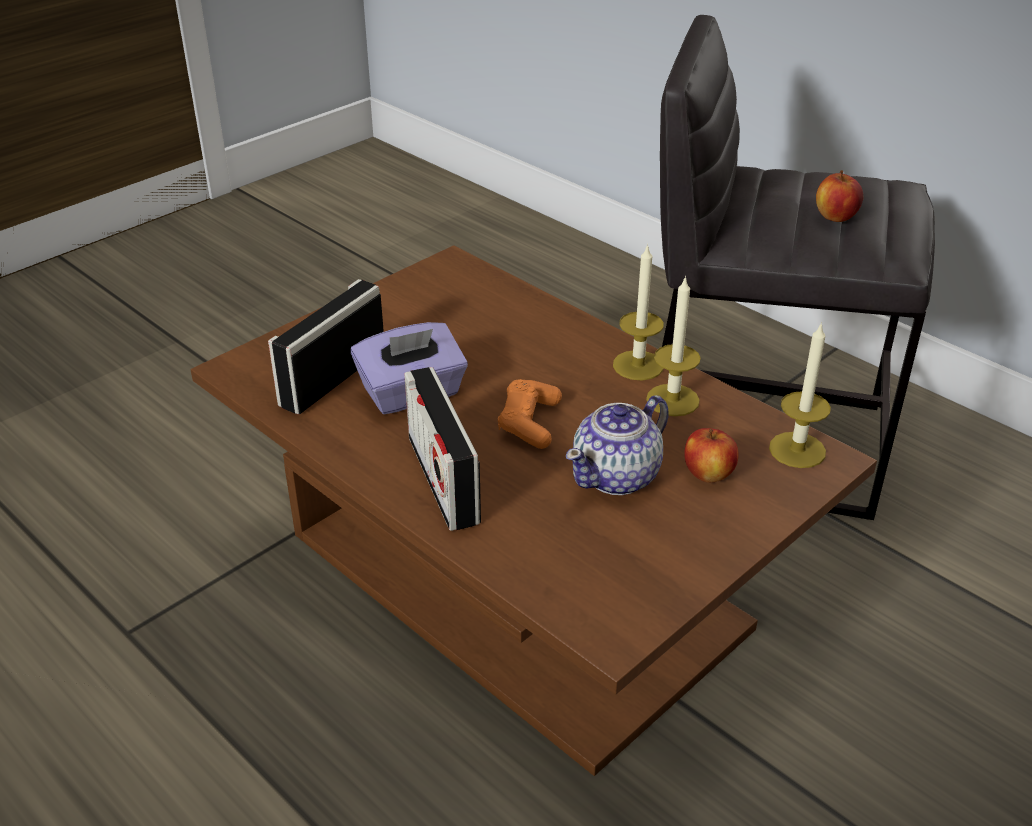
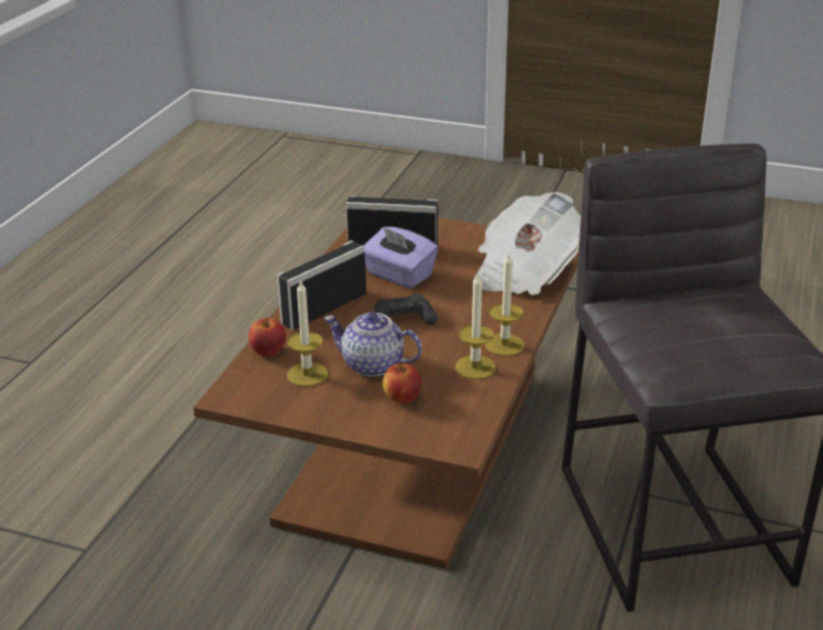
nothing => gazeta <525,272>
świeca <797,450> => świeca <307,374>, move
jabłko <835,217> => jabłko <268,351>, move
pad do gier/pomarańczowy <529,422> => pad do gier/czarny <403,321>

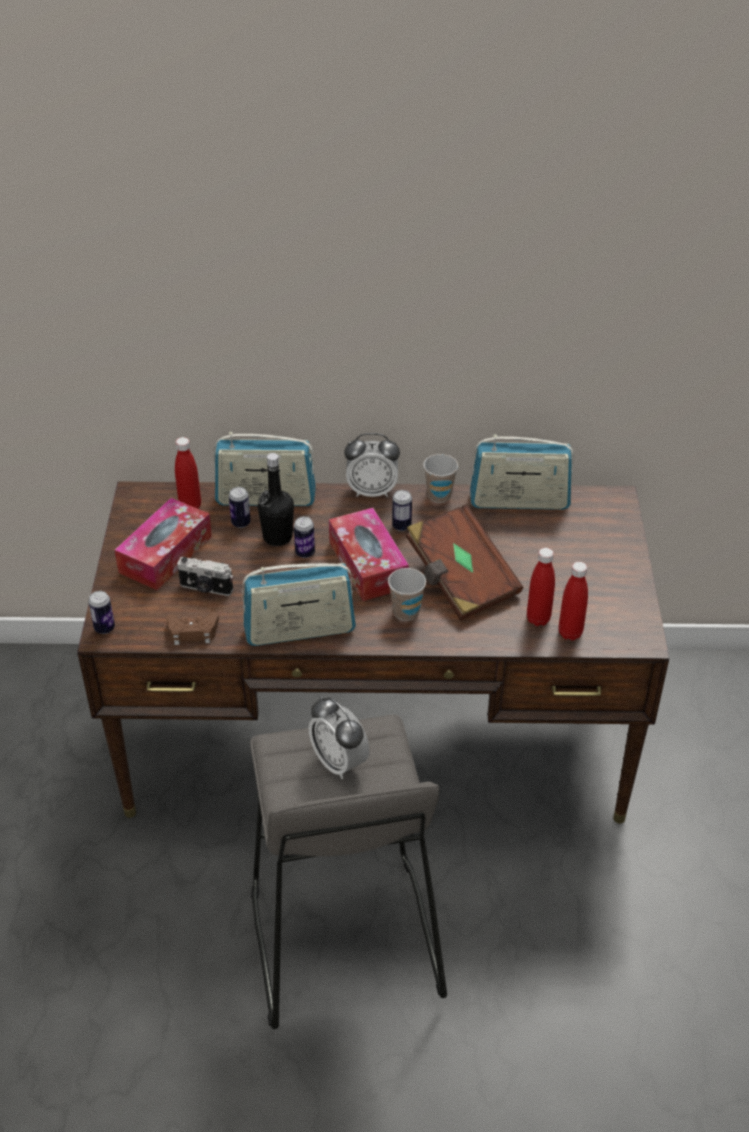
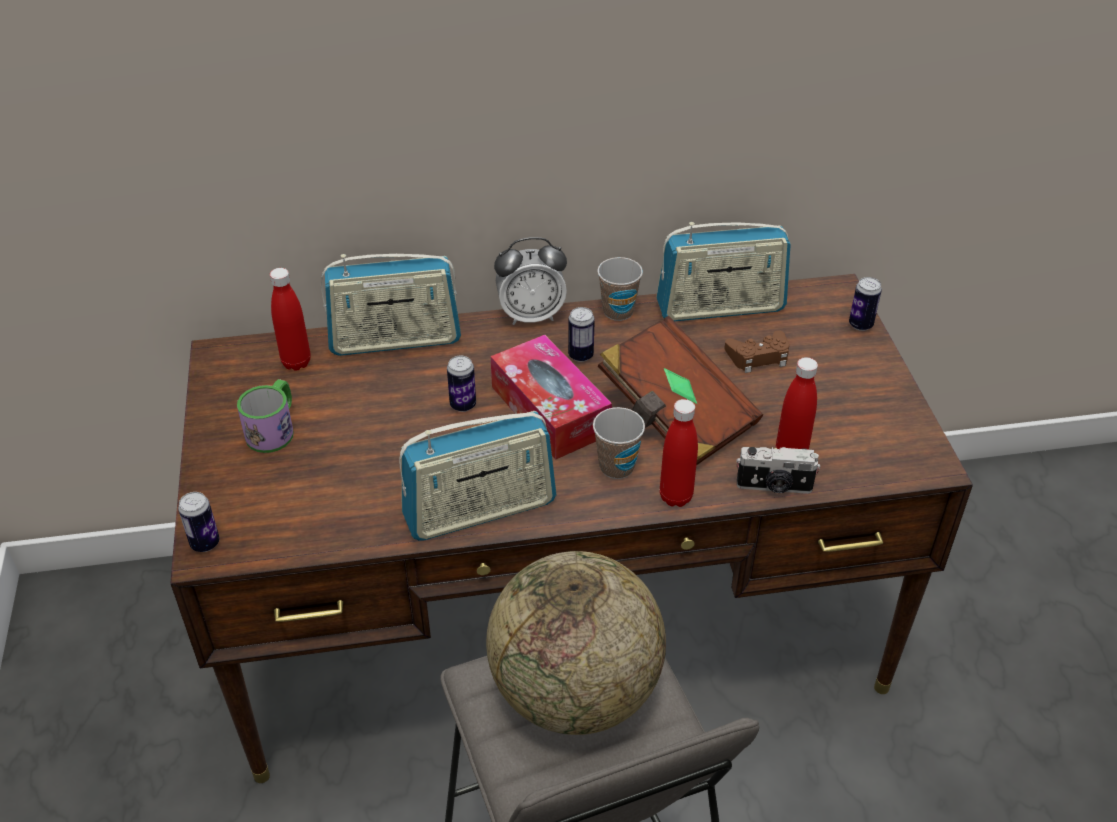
butelka/czarny <277,537> => nothing
pad do gier/brązowy <192,632> => pad do gier/brązowy <758,357>, move
aparat fotograficzny <206,589> => aparat fotograficzny <774,487>, move
puszka <241,523> => puszka <860,325>, move
butelka/czerwony <570,633> => butelka/czerwony <675,497>, move
pudełko chusteczek <165,554> => kubek <274,429>
budzik <339,762> => globus <575,692>

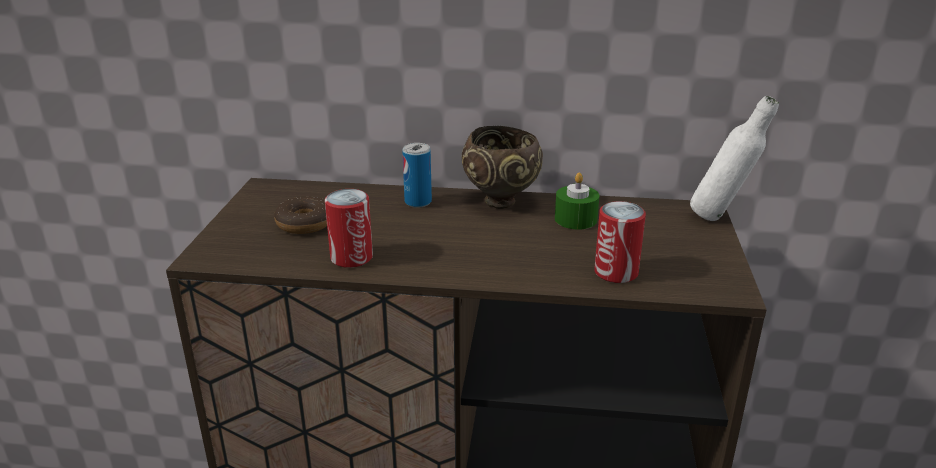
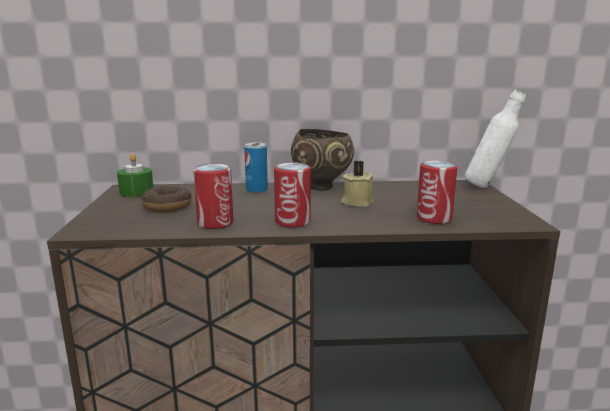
nothing => puszka <292,221>
nothing => świeca/beżowy <357,202>
świeca/zielony <575,219> => świeca/zielony <136,192>, move

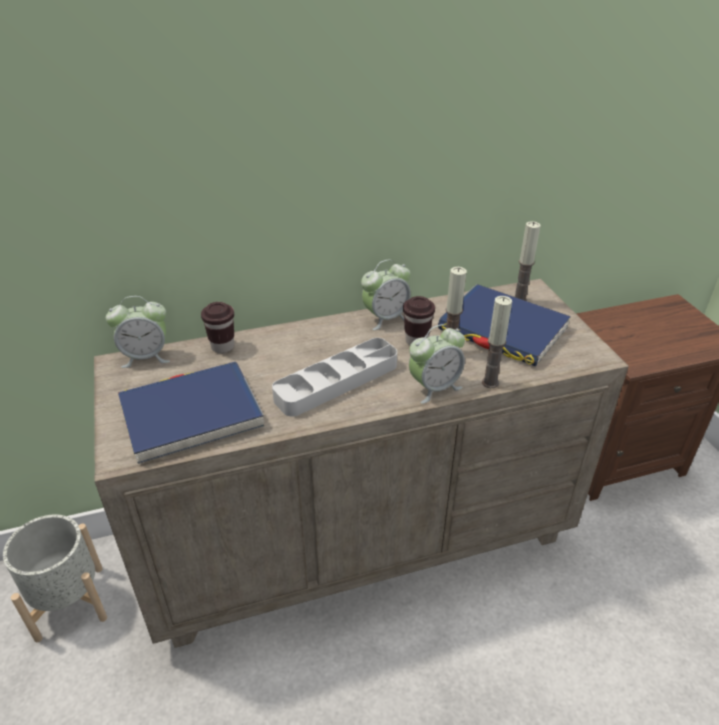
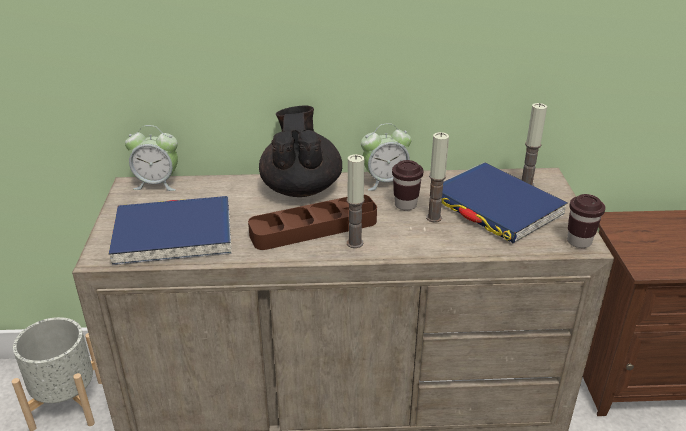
budzik <434,387> => nothing
nothing => imbryk/czarny <301,188>
filiżanka/brązowy <222,347> => filiżanka/brązowy <579,241>, move
świeca <490,382> => świeca <355,243>, move
taca/szary <337,382> => taca/brązowy <314,228>

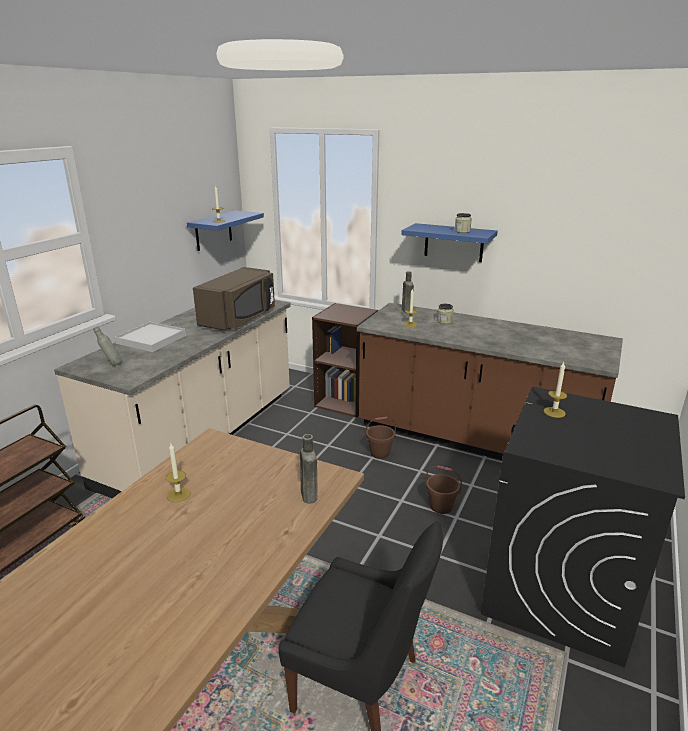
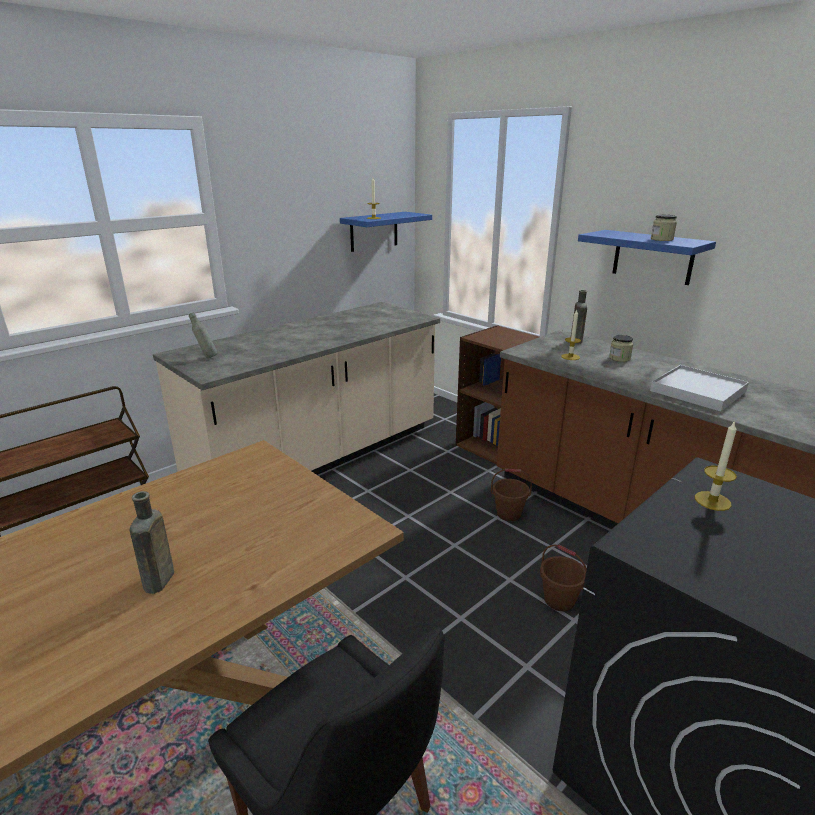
świeca <178,494> => nothing
mikrofalówka/brązowy <239,318> => nothing
taca/biały <151,339> => taca/biały <698,391>, move
butelka/brązowy <309,496> => butelka/brązowy <158,582>, move

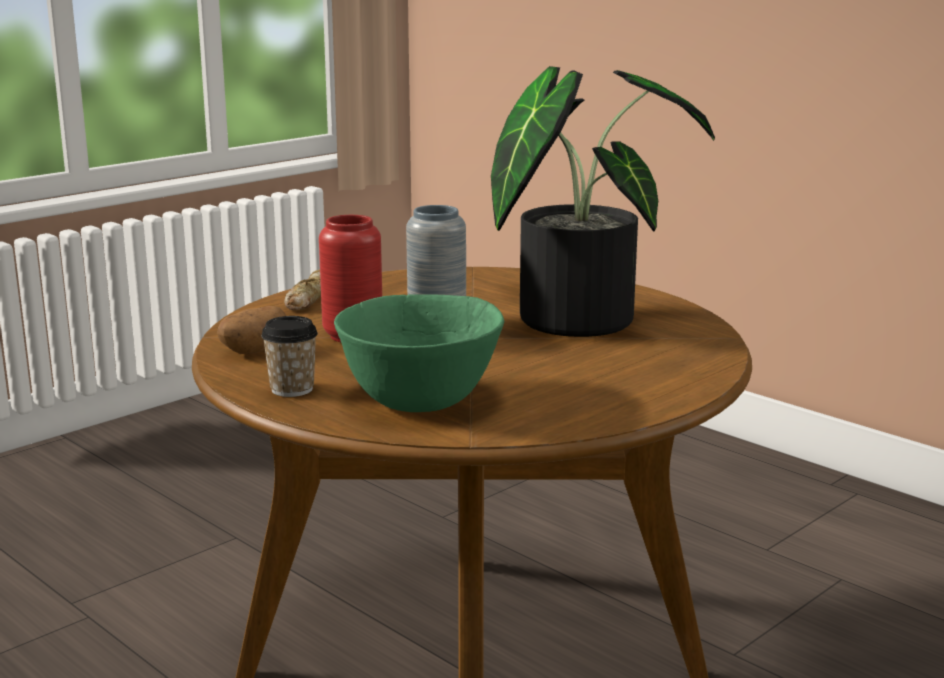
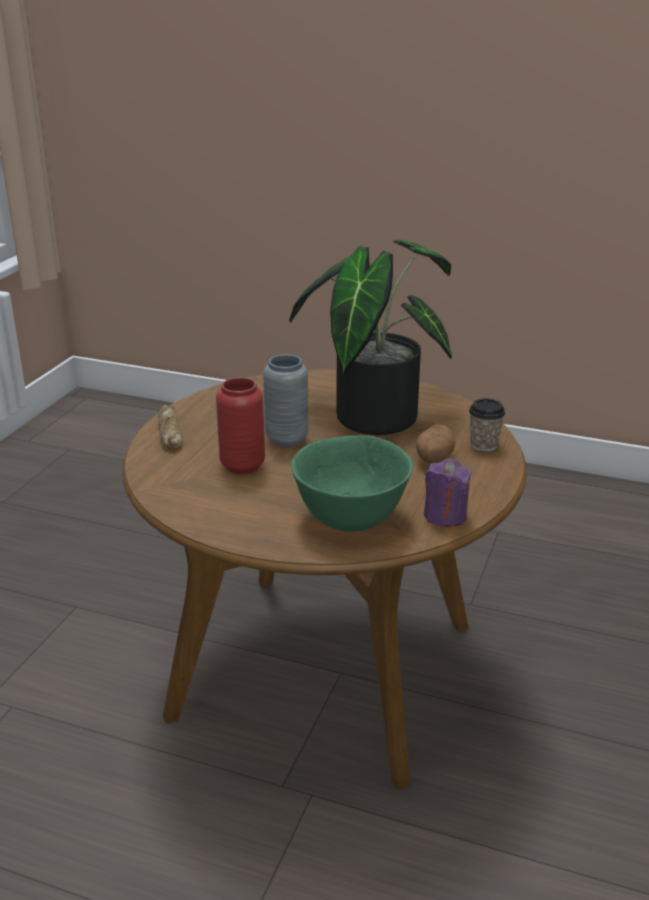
nothing => świeca/fioletowy <445,515>
ziemniak <254,351> => ziemniak <433,459>, move
filiżanka <292,389> => filiżanka <484,445>, move

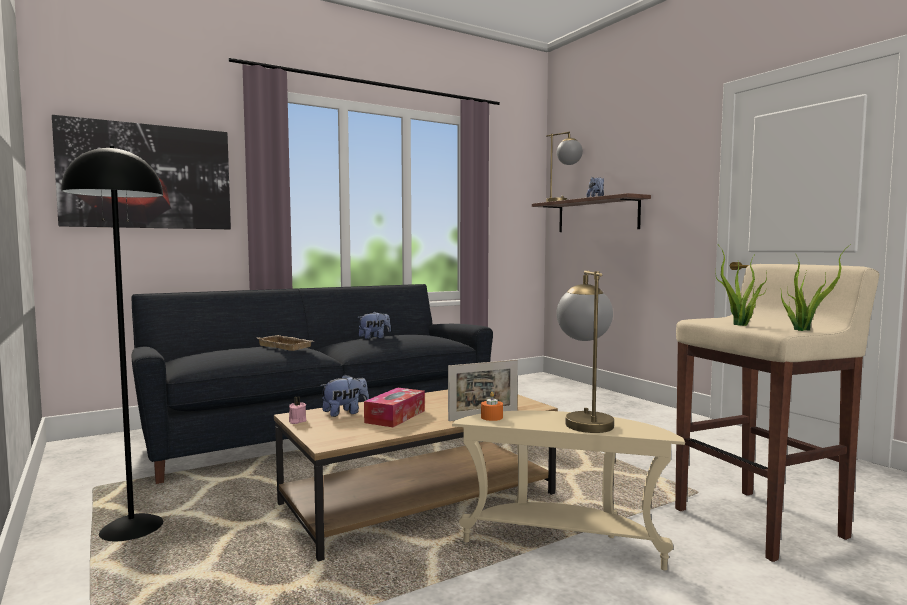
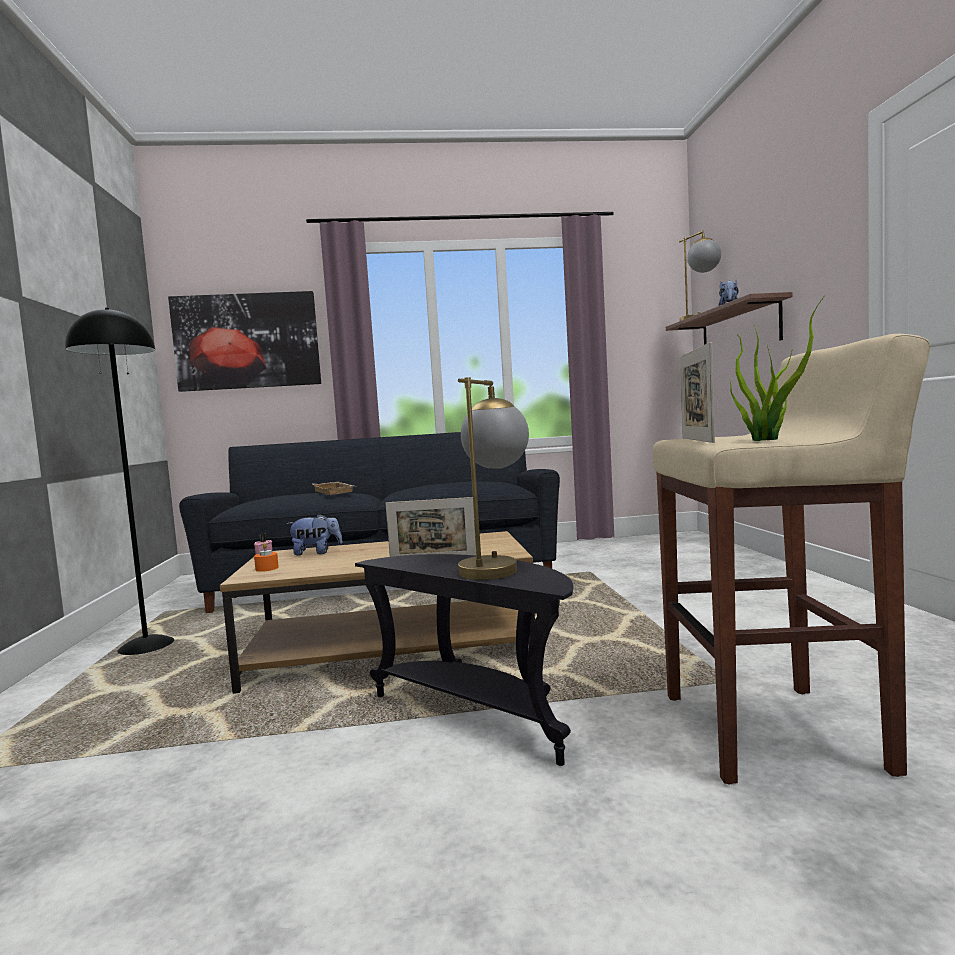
pluszak <374,338> => nothing
pudełko chusteczek <395,416> => nothing
świeca/pomarańczowy <491,417> => świeca/pomarańczowy <267,568>, move
roślina doniczkowa <741,325> => ramka na zdjęcie <697,440>
stolik/beżowy <562,543> => stolik/czarny <477,715>

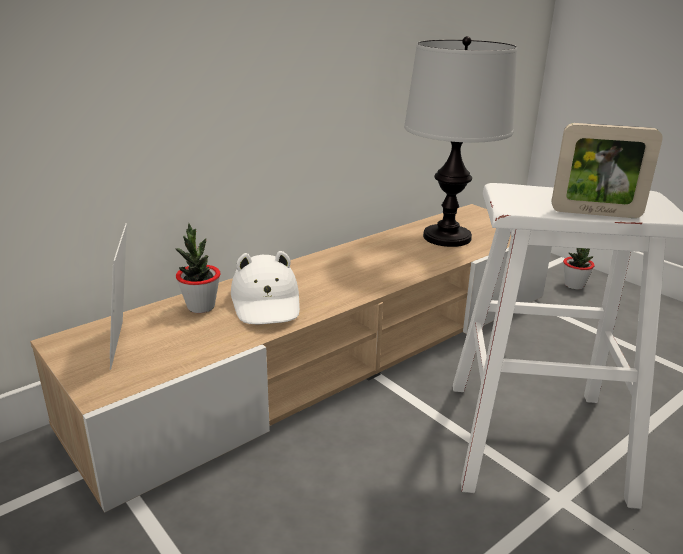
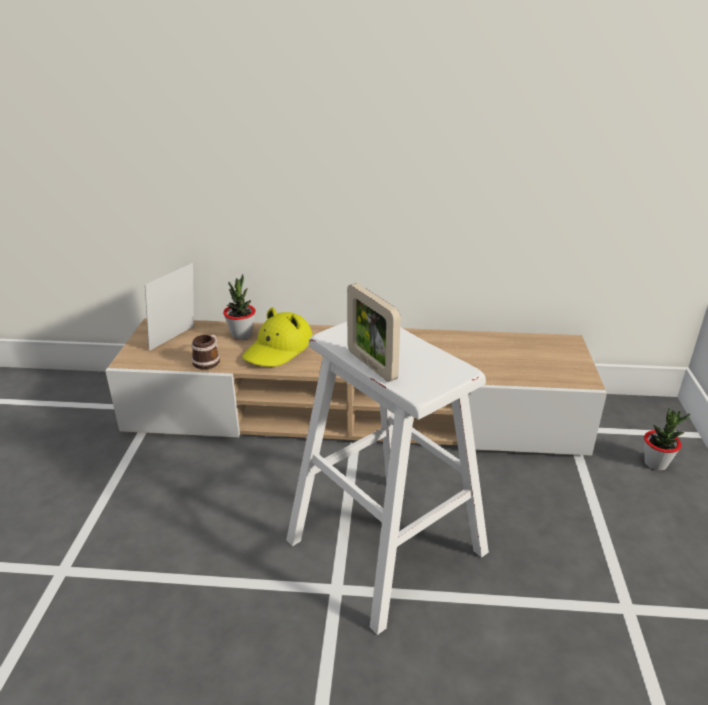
lampa stołowa <447,237> => nothing
nothing => kubek <208,360>
kapelusz/biały <266,302> => kapelusz/żółty <278,348>

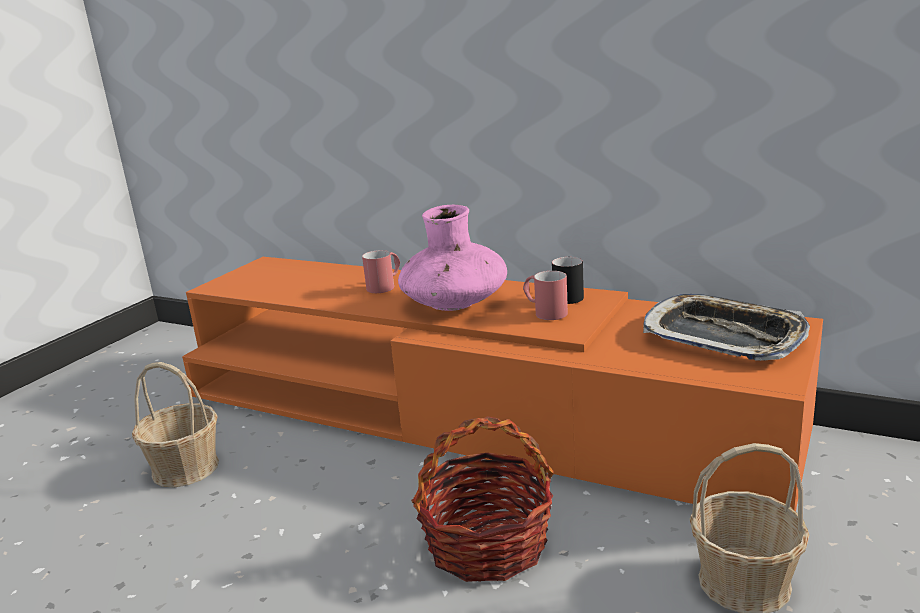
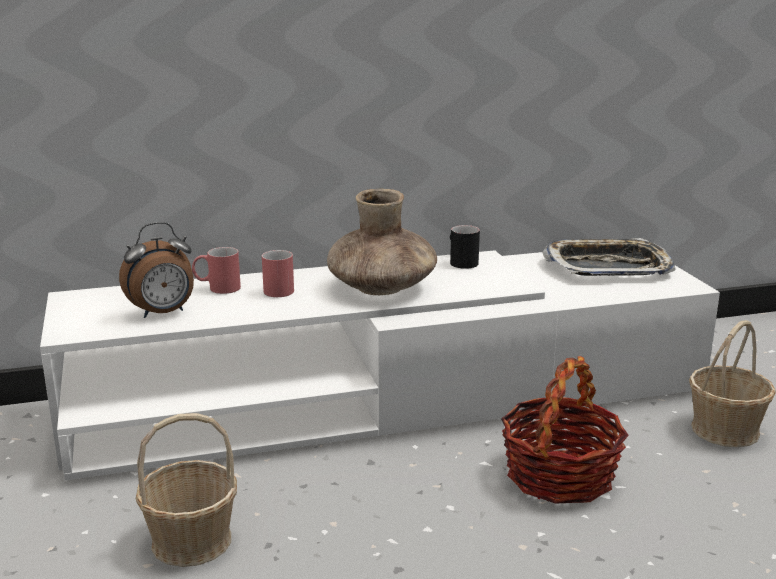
nothing => budzik <163,313>
kubek/czerwony <544,312> => kubek/czerwony <217,288>, move
szafka pod telewizor/pomarańczowy <469,414> => szafka pod telewizor/biały <388,399>
wazon/różowy <455,304> => wazon/brązowy <382,288>

